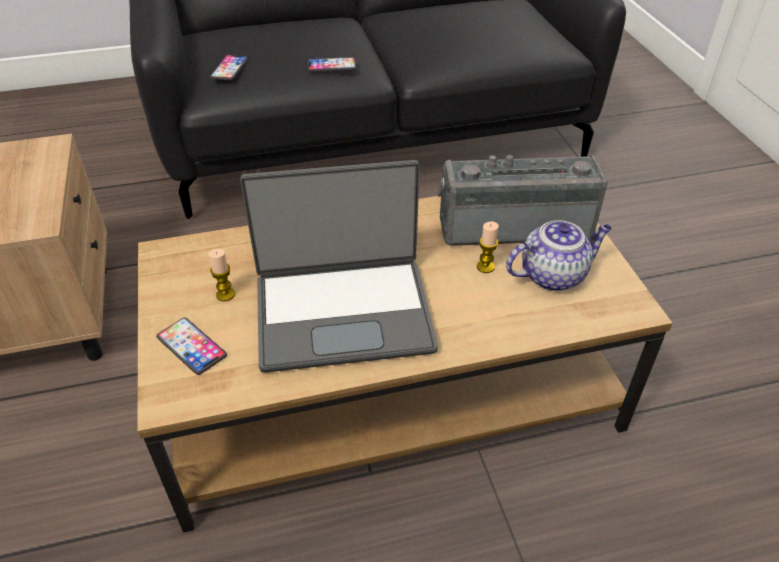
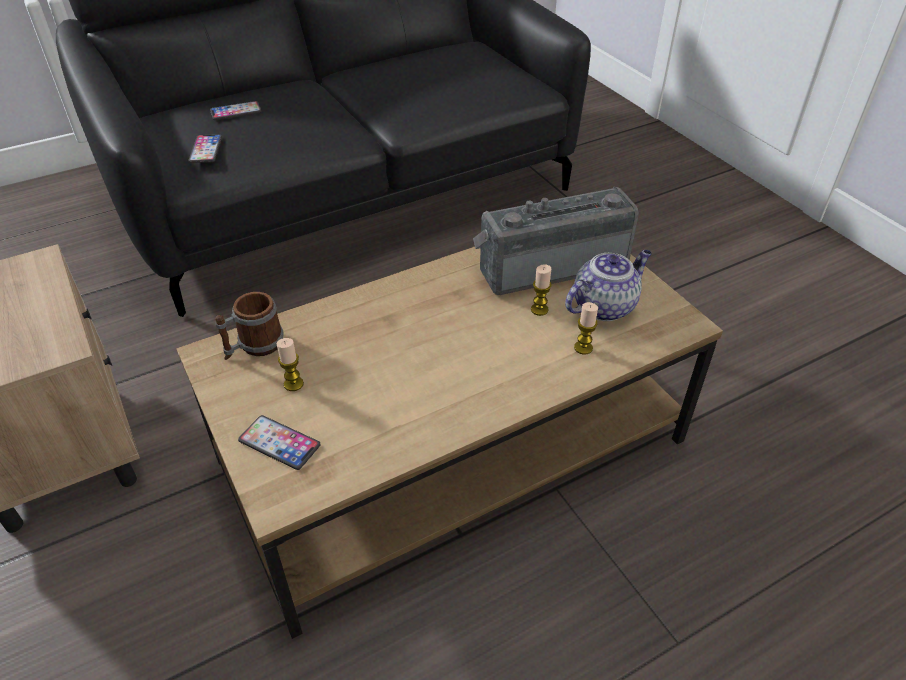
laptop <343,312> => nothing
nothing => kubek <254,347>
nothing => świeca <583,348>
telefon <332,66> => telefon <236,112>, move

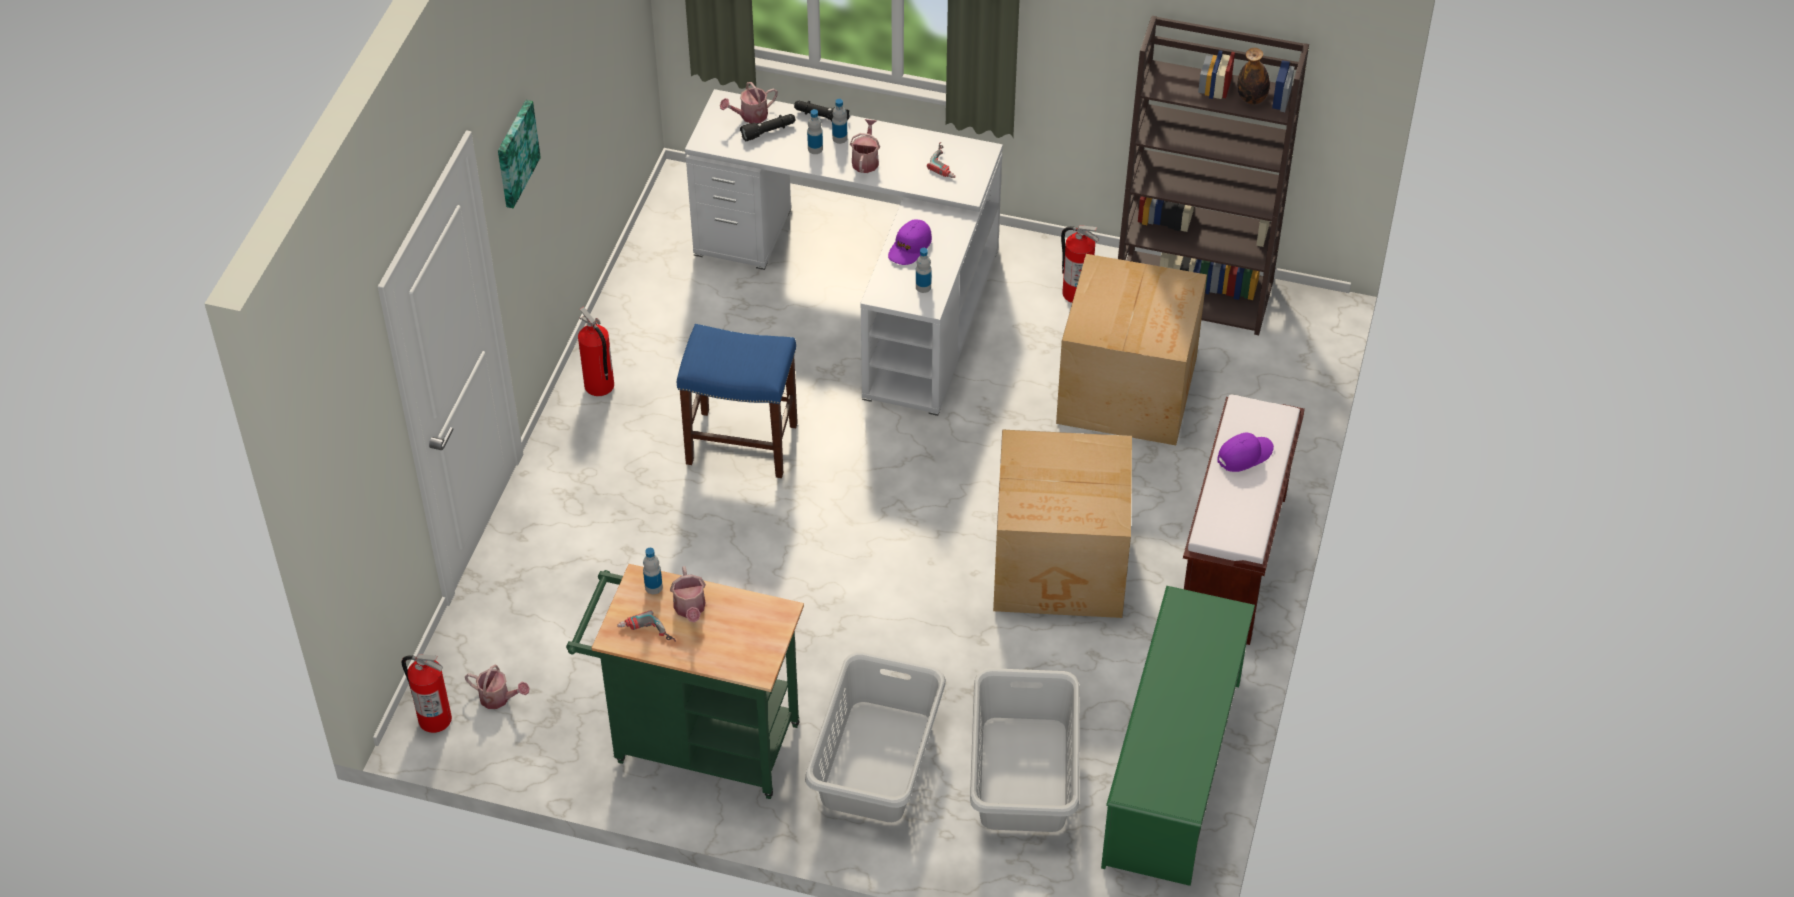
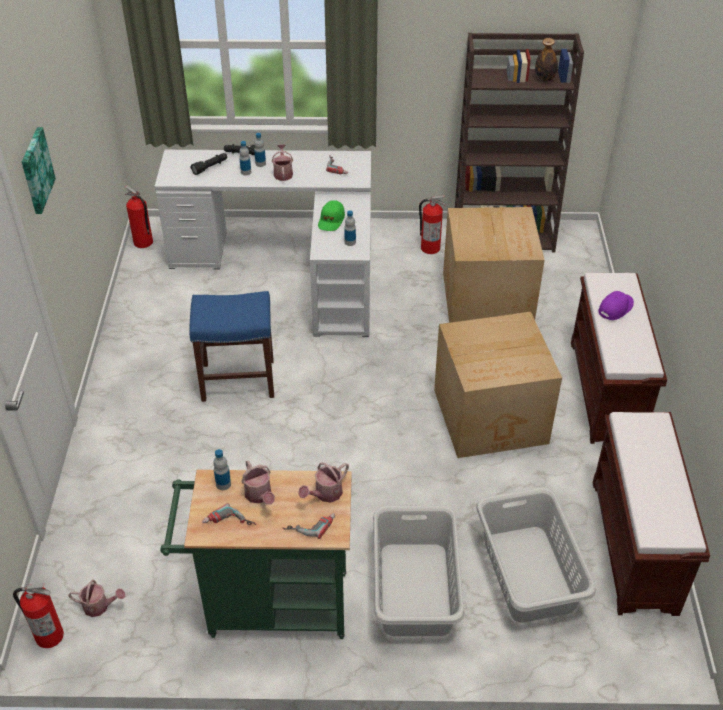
nothing => wiertarka <310,524>
gaśnica <599,386> => gaśnica <143,243>, move
konewka <750,116> => konewka <325,494>, move
regał na buty/zielony <1173,772> => ławka/brązowy <635,546>
czapka z daszkiem/fioletowy <910,247> => czapka z daszkiem/zielony <331,220>

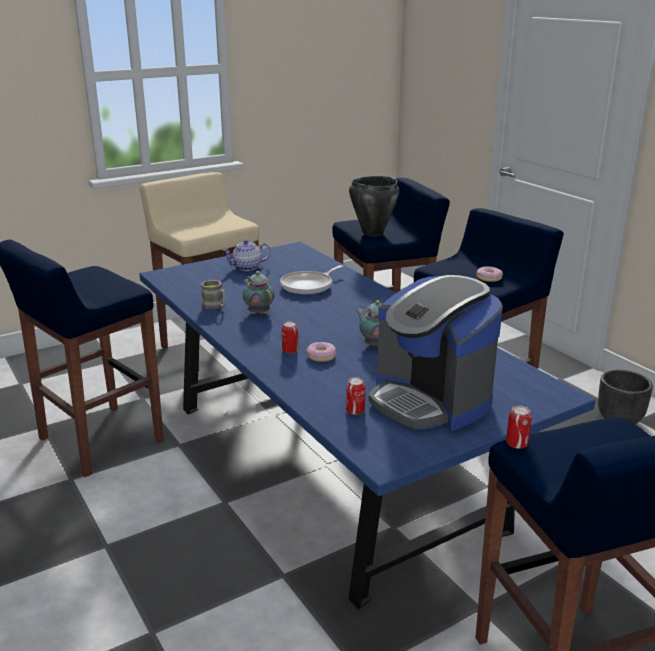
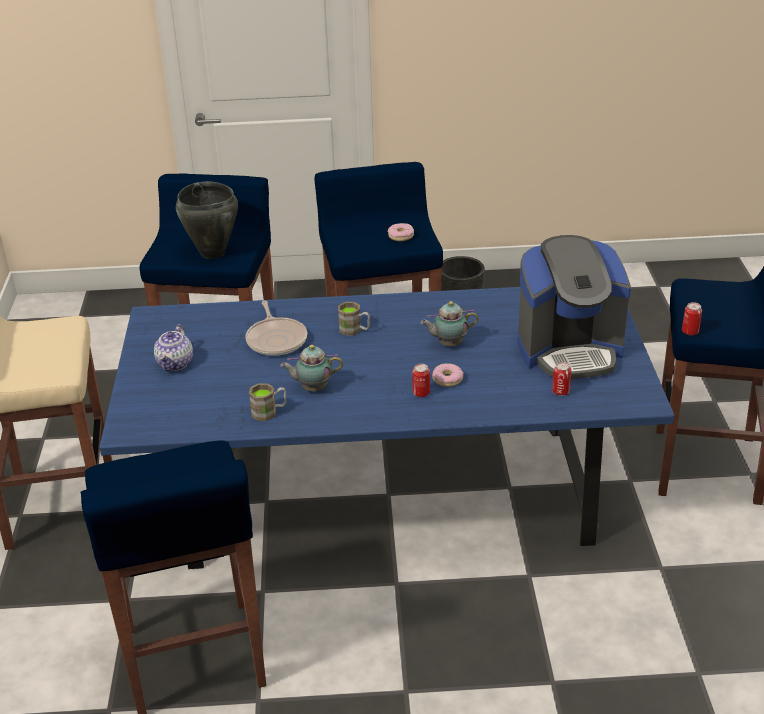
nothing => kubek/brązowy <354,330>

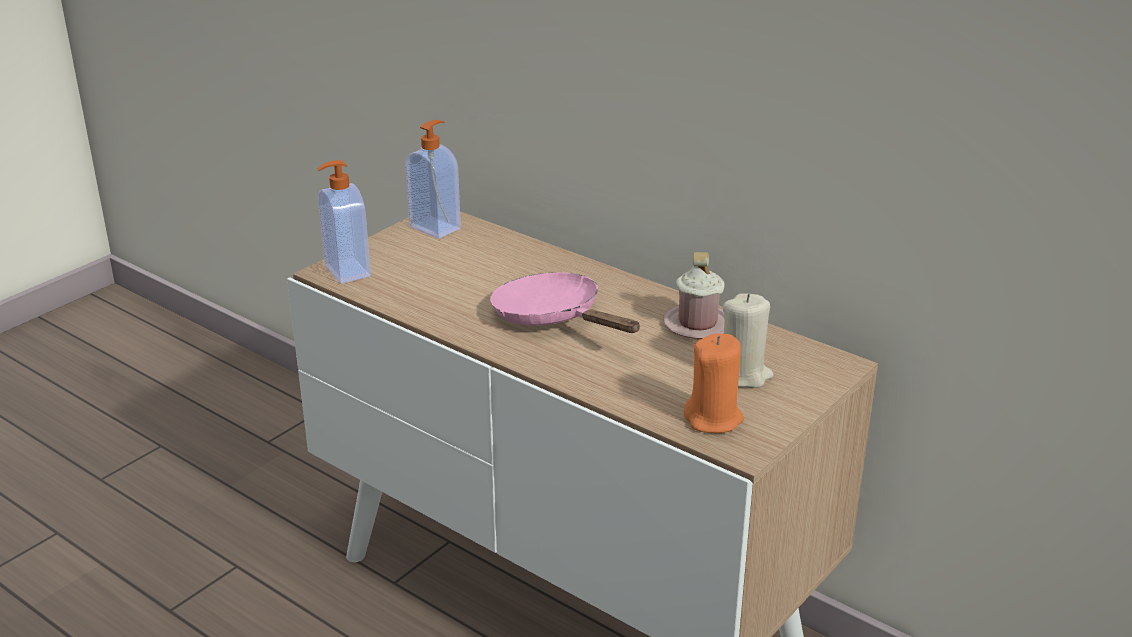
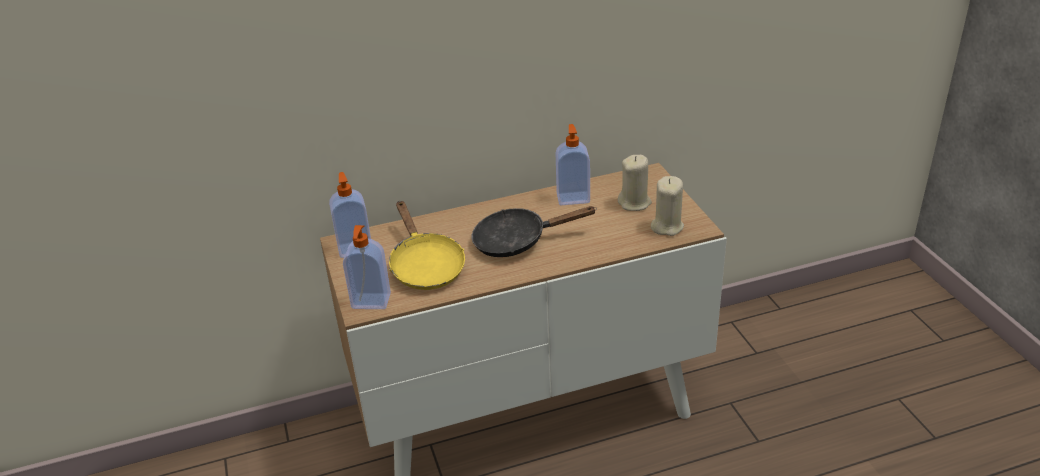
nothing => patelnia/żółty <425,266>
kubek/różowy <697,324> => dozownik mydła <573,198>
patelnia/różowy <554,318> => patelnia/czarny <517,241>
świeca/pomarańczowy <714,419> => świeca/beżowy <667,226>

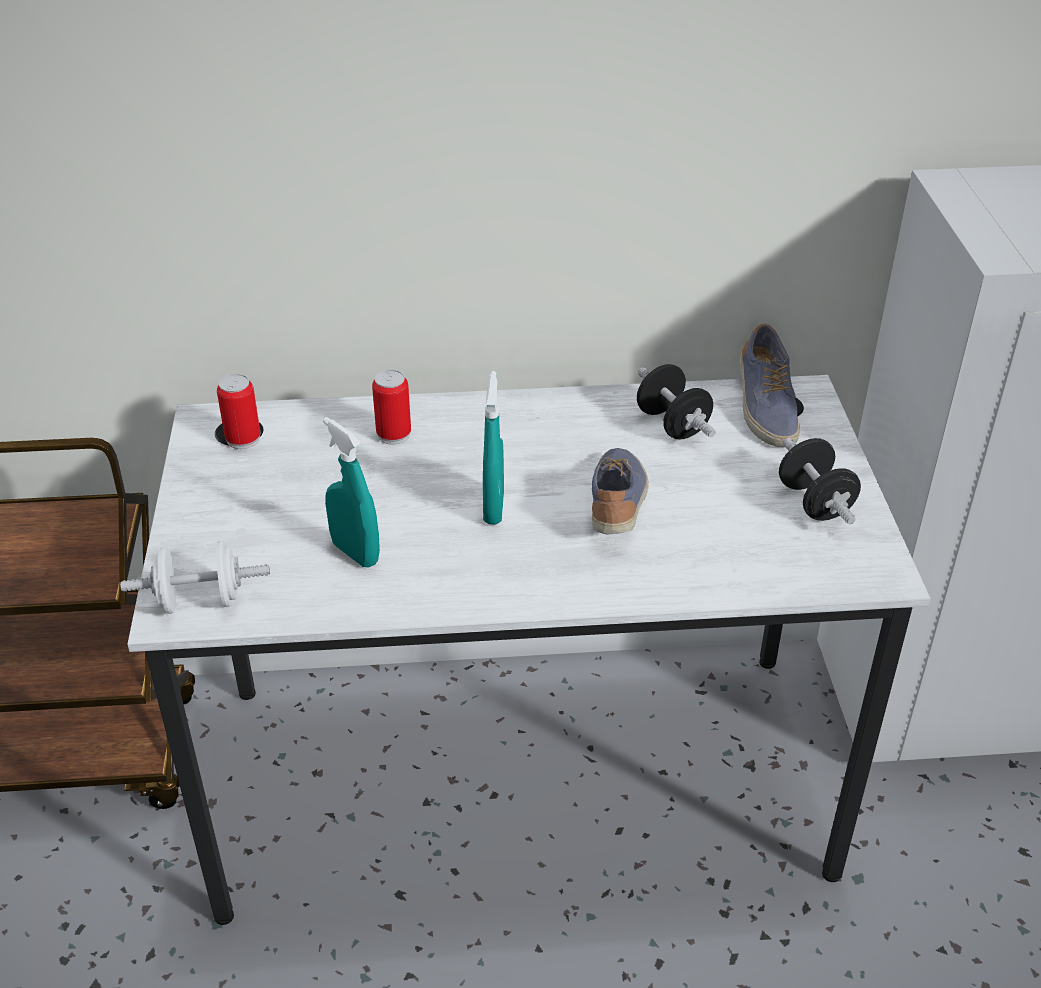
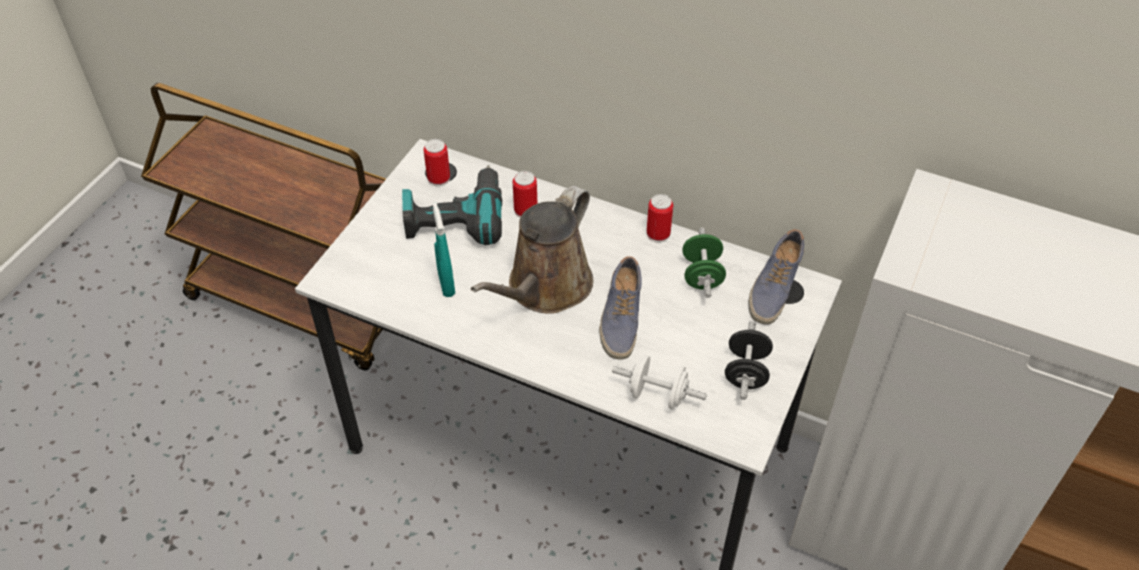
nothing => wiertarka <454,216>
nothing => puszka <658,234>
hantel/biały <201,601> => hantel/biały <657,395>, move
spryskiwacz/turkusowy <493,508> => konewka/brązowy <545,288>
hantel/czarny <672,424> => hantel/zielony <702,275>
but <618,505> => but <620,318>, 150 degrees clockwise

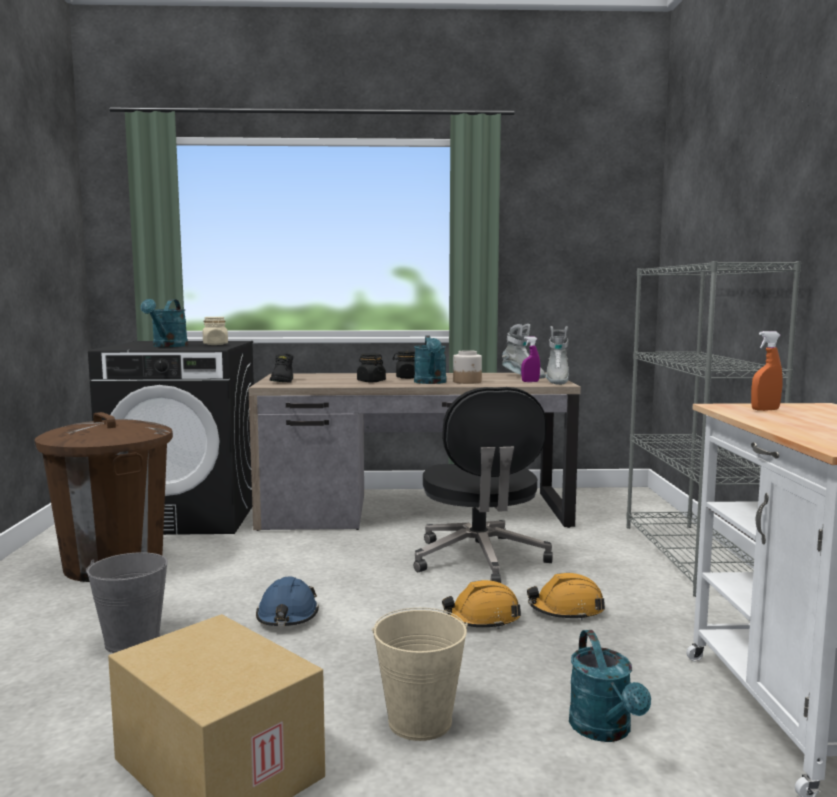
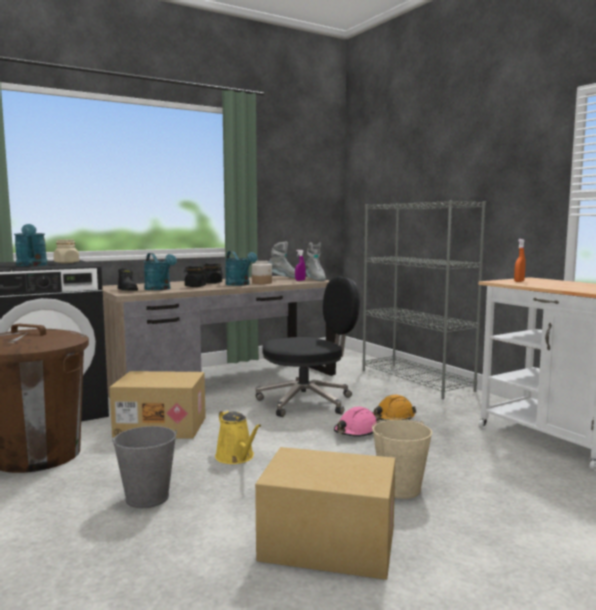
nothing => karton <162,426>
konewka/turkusowy <605,731> => konewka/turkusowy <160,289>, move
kask/niebieski <287,616> => konewka/żółty <236,457>
kask/pomarańczowy <482,619> => kask/różowy <356,432>
krzesło biurowe/czarny <480,560> => krzesło biurowe/czarny <307,402>, 75 degrees counterclockwise

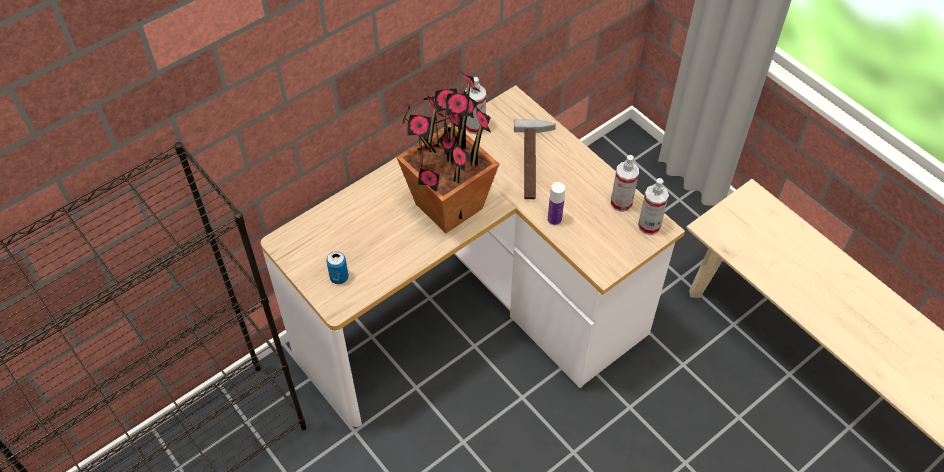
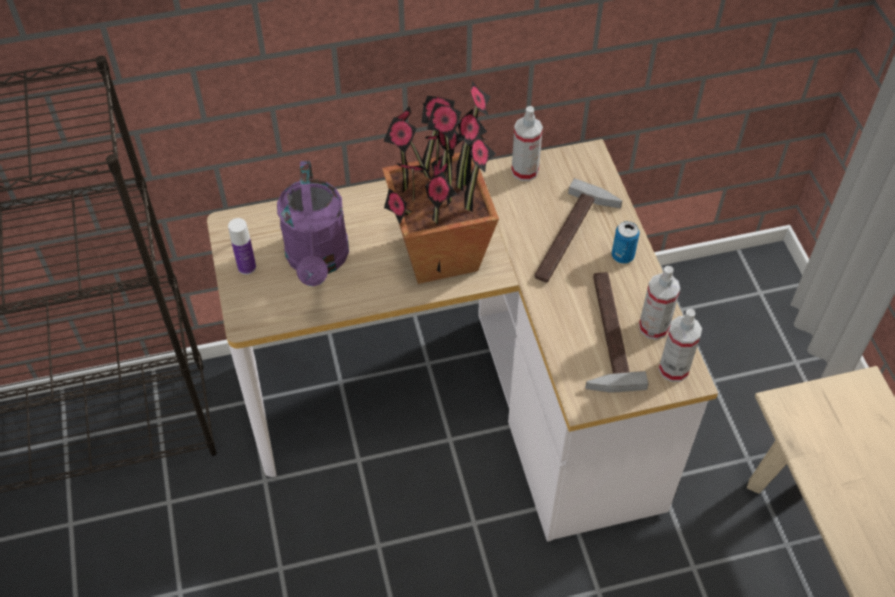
nothing => konewka/fioletowy <318,261>
nothing => młotek <604,333>
puszka <339,277> => puszka <622,256>, move
butelka <554,219> => butelka <247,267>, move

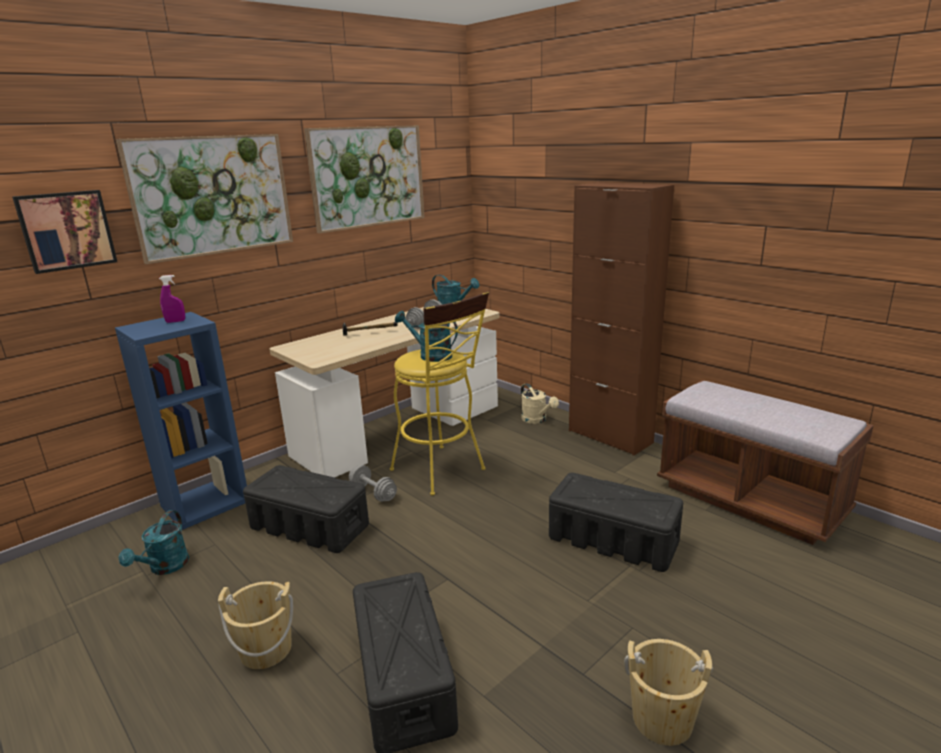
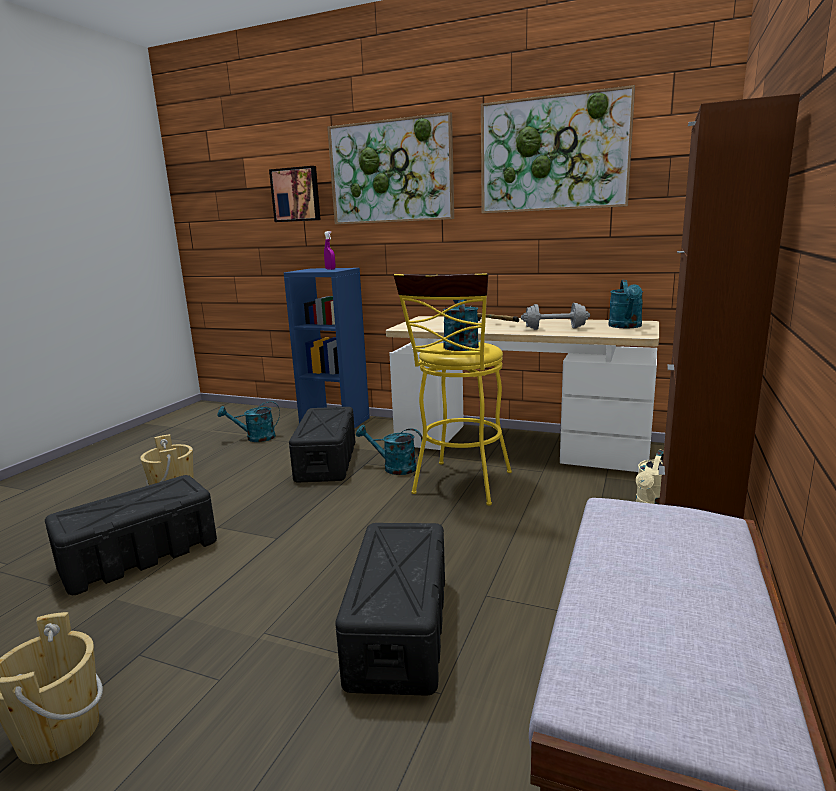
hantel/szary <373,493> => konewka/turkusowy <394,468>

